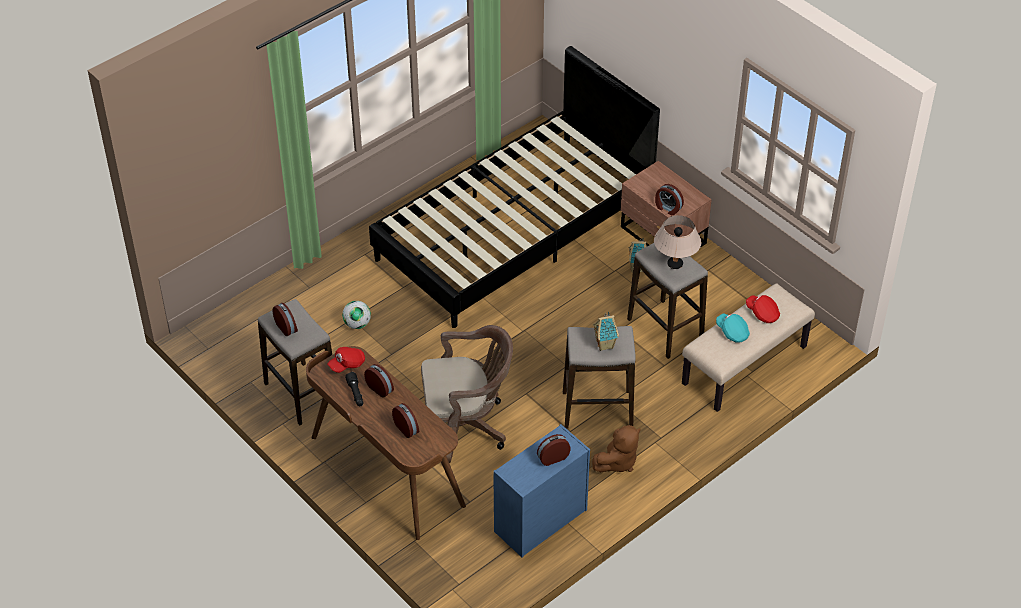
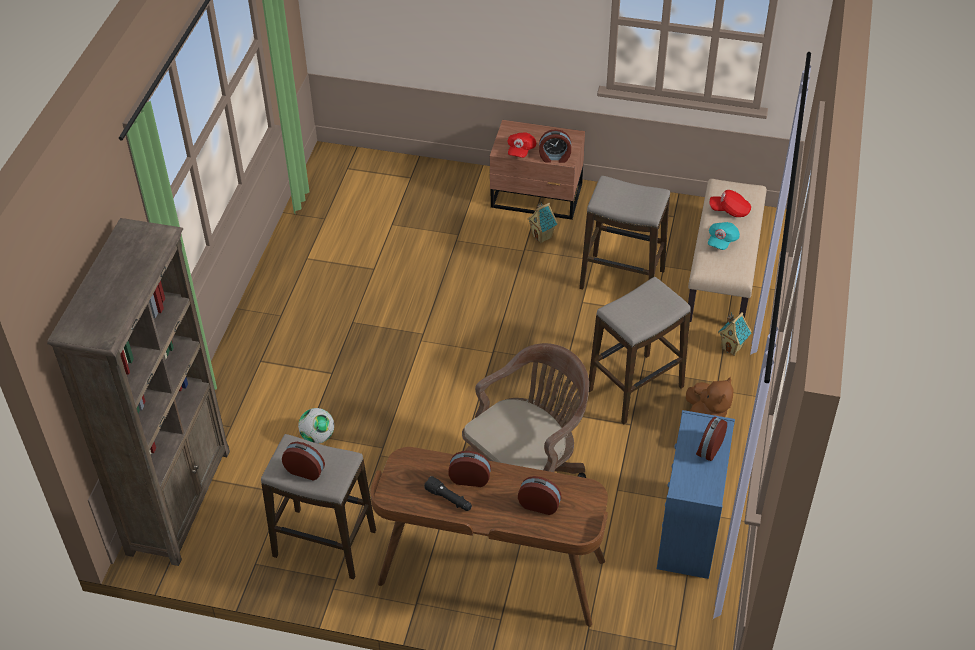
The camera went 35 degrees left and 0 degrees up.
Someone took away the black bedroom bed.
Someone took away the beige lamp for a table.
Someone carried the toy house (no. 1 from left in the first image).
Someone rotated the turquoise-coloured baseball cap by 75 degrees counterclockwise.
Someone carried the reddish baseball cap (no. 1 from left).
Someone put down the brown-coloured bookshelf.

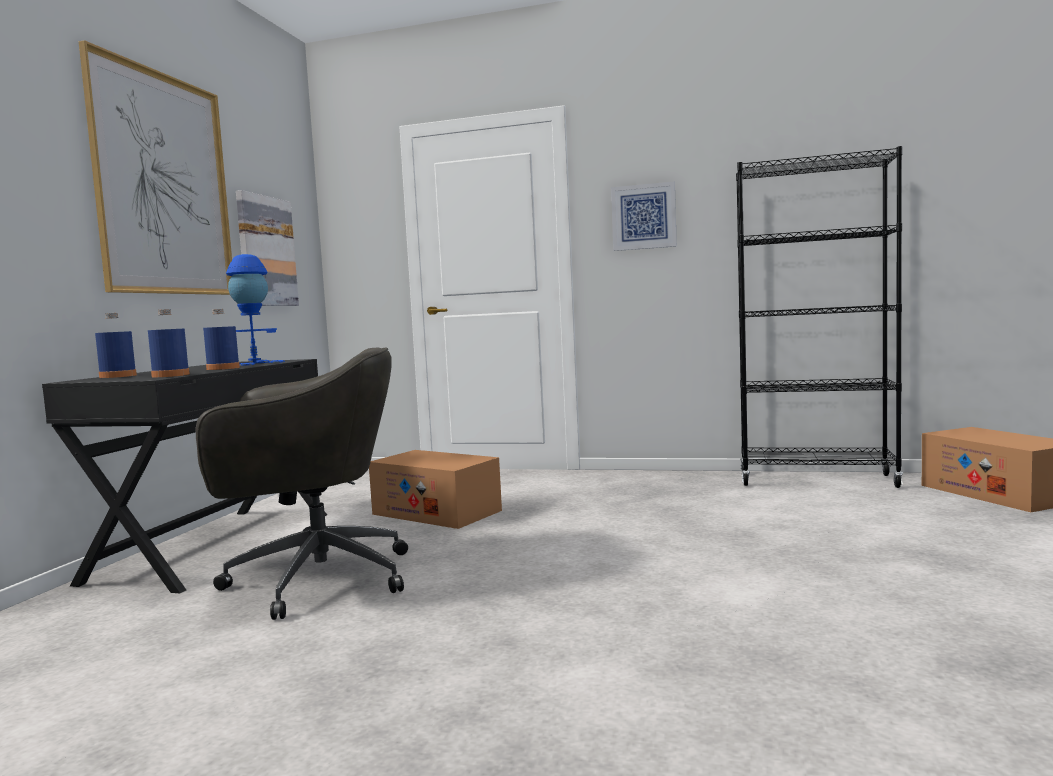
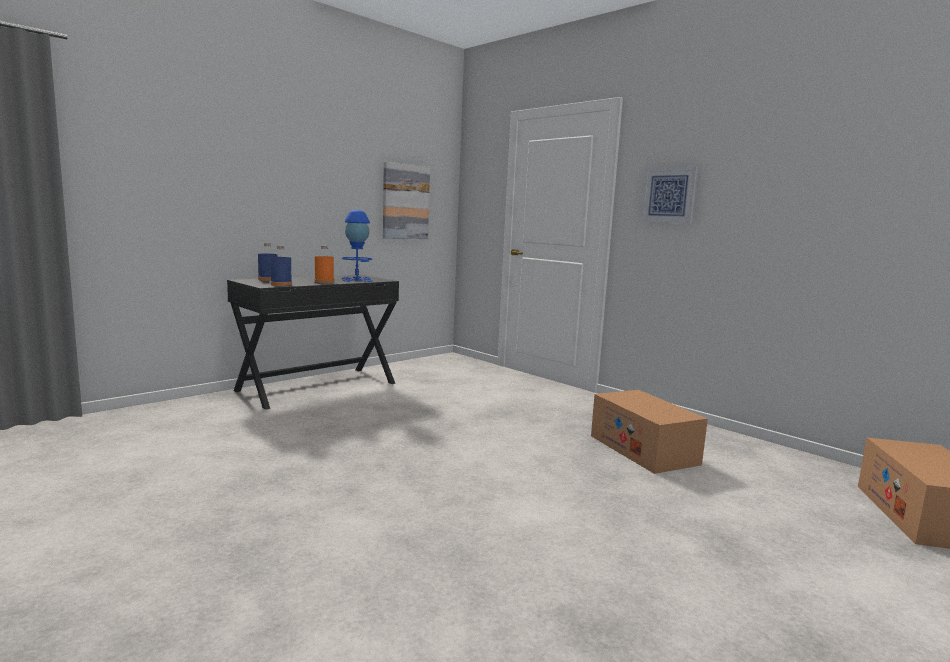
The camera went 30 degrees right and 5 degrees up.
Someone took away the picture (no. 1 from left).
Someone took away the black bookshelf.
Someone repainted the bluish beverage bottle (no. 3 from left), which became the orange-coloured beverage bottle.
Someone took away the greyish computer chair.
Someone carried the cardboard box (no. 1 from left).

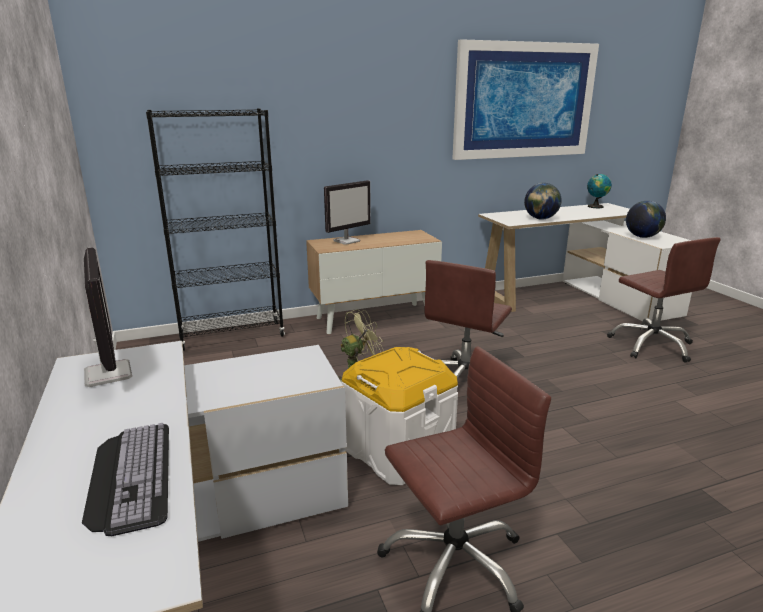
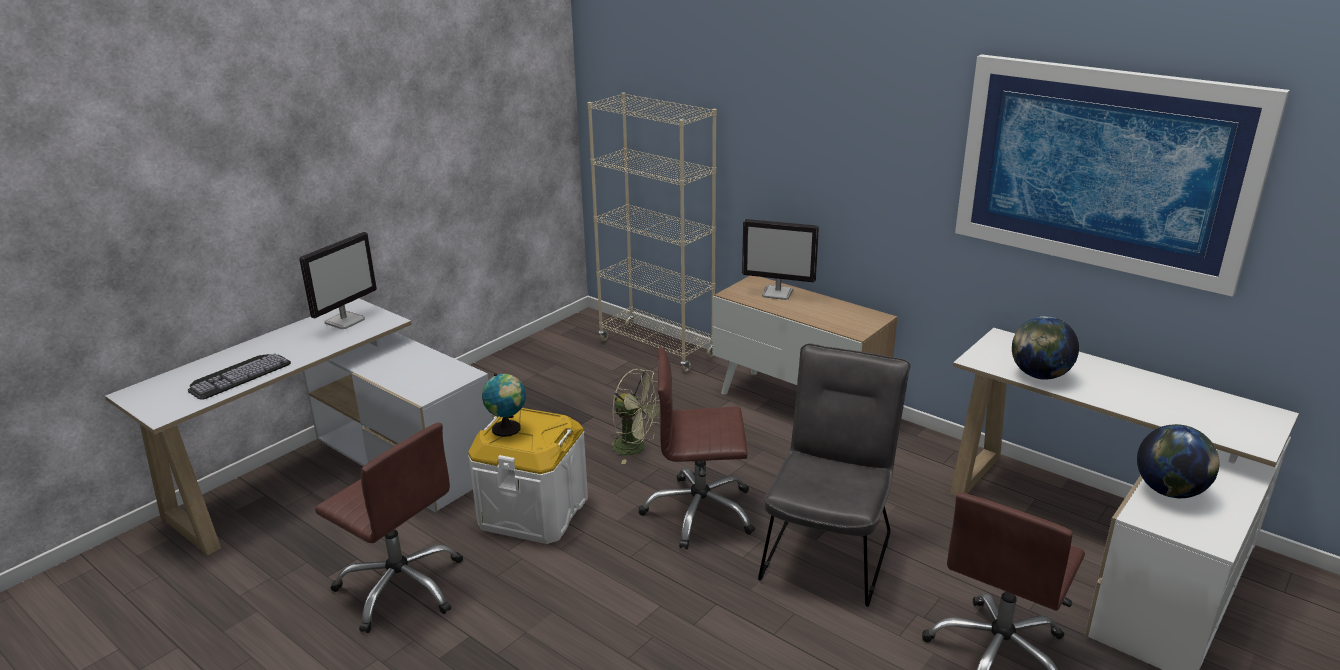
The camera went 60 degrees right and 5 degrees up.
Someone repainted the black bookshelf, which became the beige bookshelf.
Someone carried the desk globe (no. 2 from left in the first image).
Someone put down the greyish plain chair.

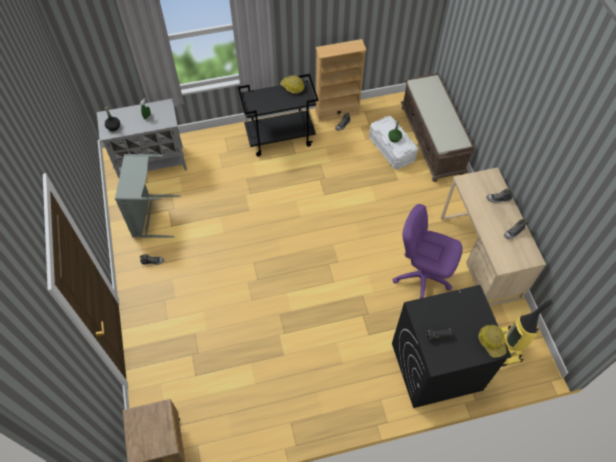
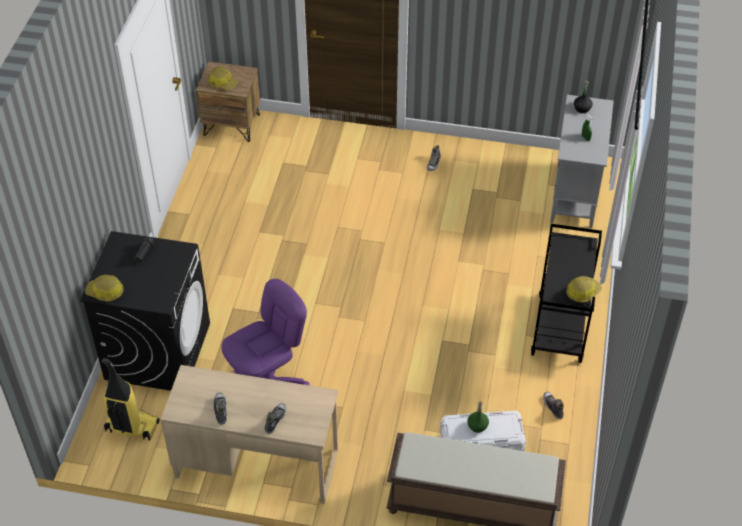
The camera went 115 degrees right and 10 degrees down.
Someone took away the beige bookshelf.
Someone took away the greyish laundry basket.
Someone put down the hard hat (no. 2 from left).

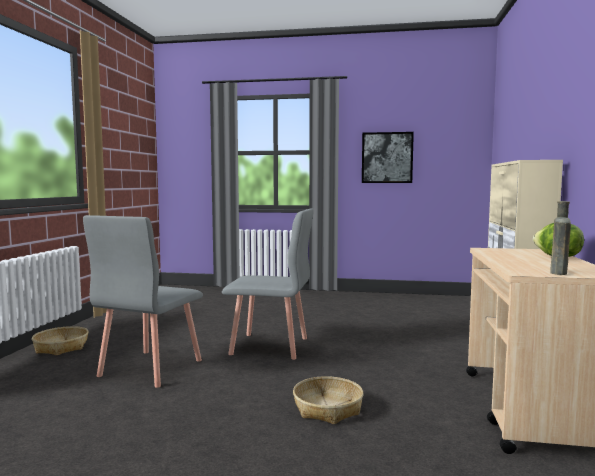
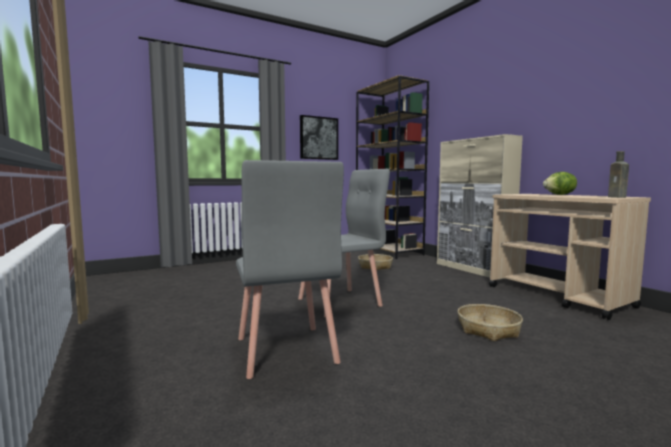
The camera went 40 degrees left and 0 degrees up.
Someone carried the household basket (no. 1 from left).
Someone put down the brown-coloured bookshelf.

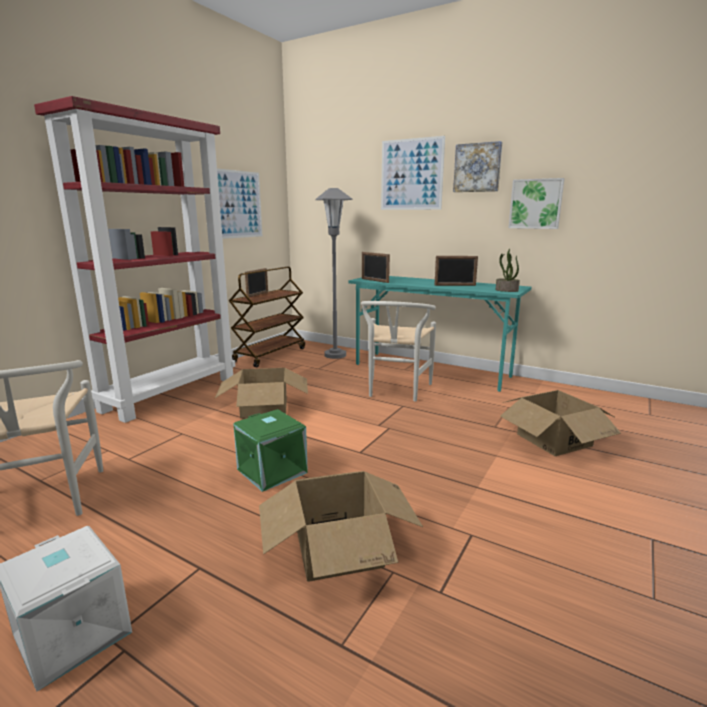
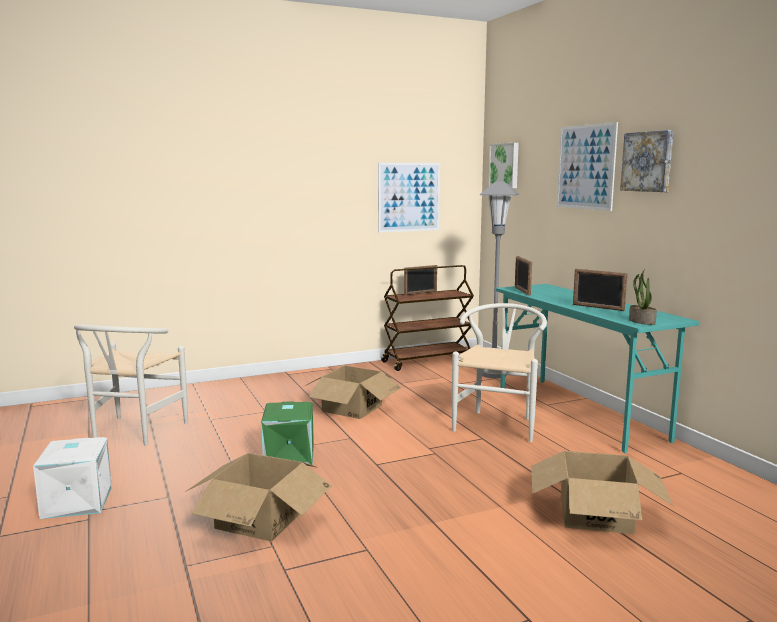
The camera went 35 degrees right and 5 degrees down.
Someone took away the reddish bookshelf.
Someone carried the picture (no. 4 from left in the first image).
Someone rotated the white-coloured plain chair (no. 2 from left) by 150 degrees clockwise.

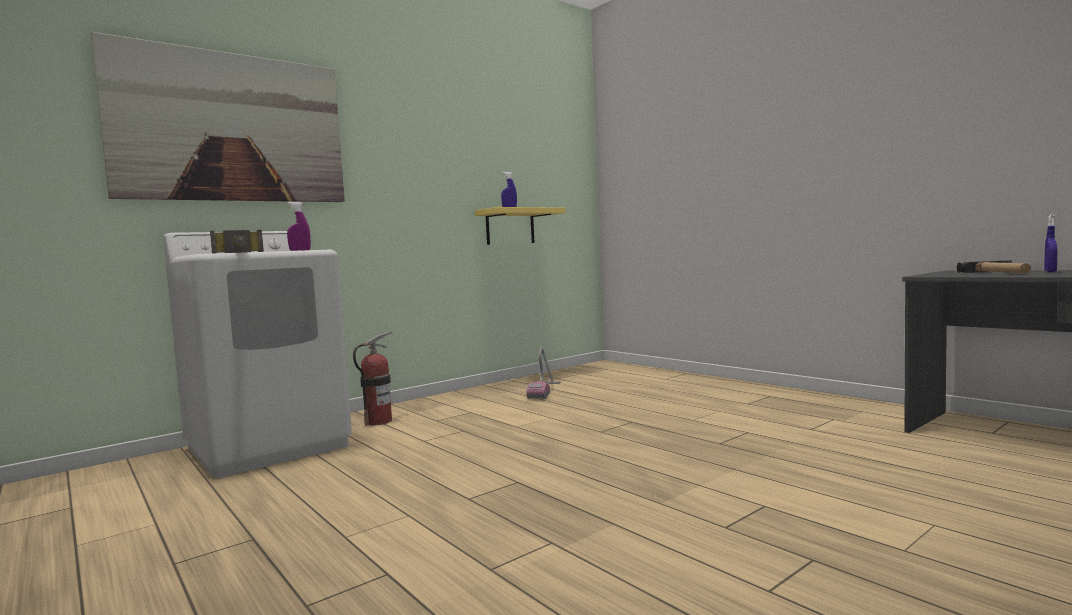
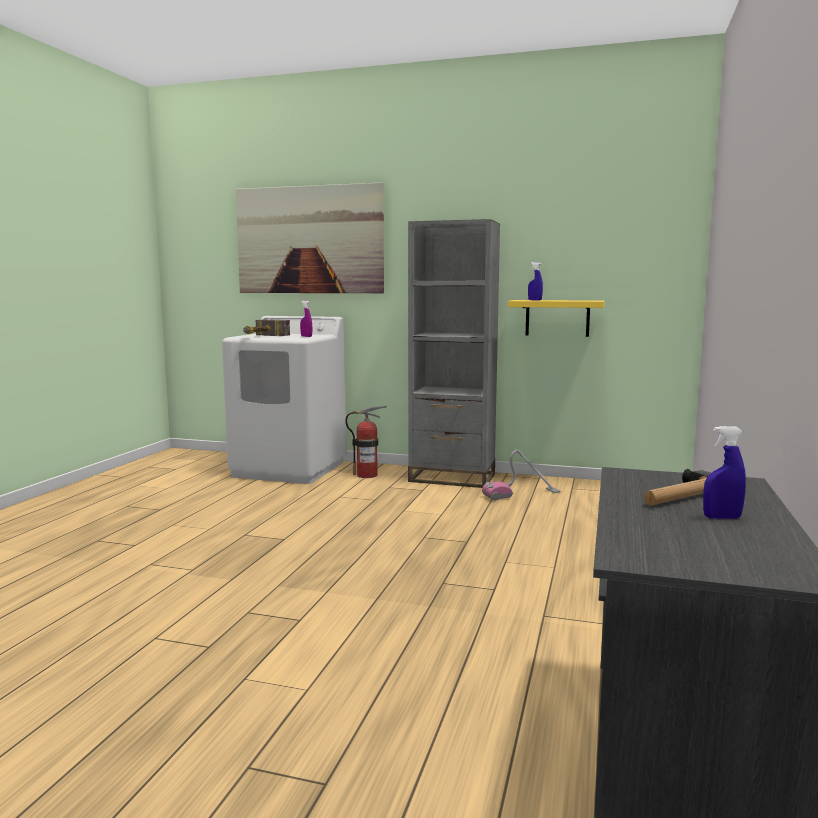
The camera went 55 degrees right and 5 degrees up.
Someone put down the greyish bookshelf.

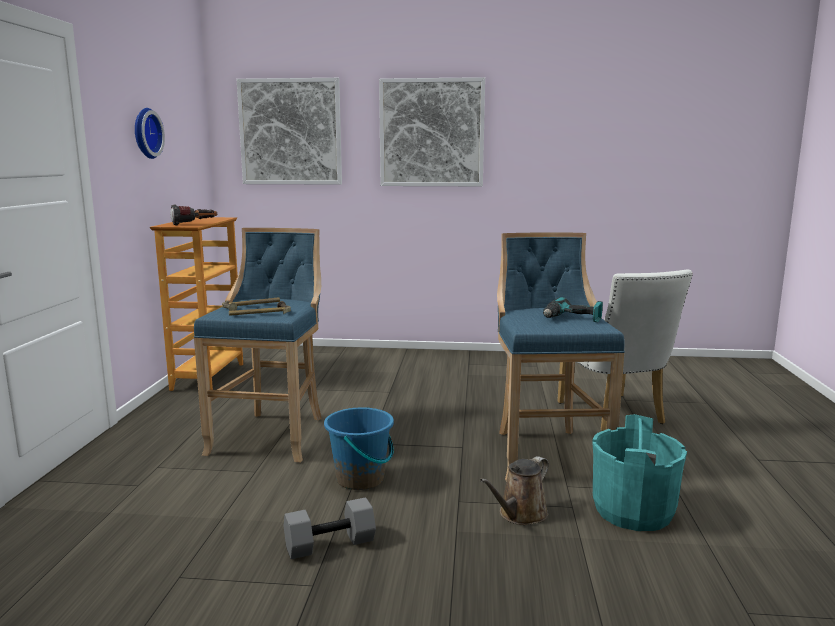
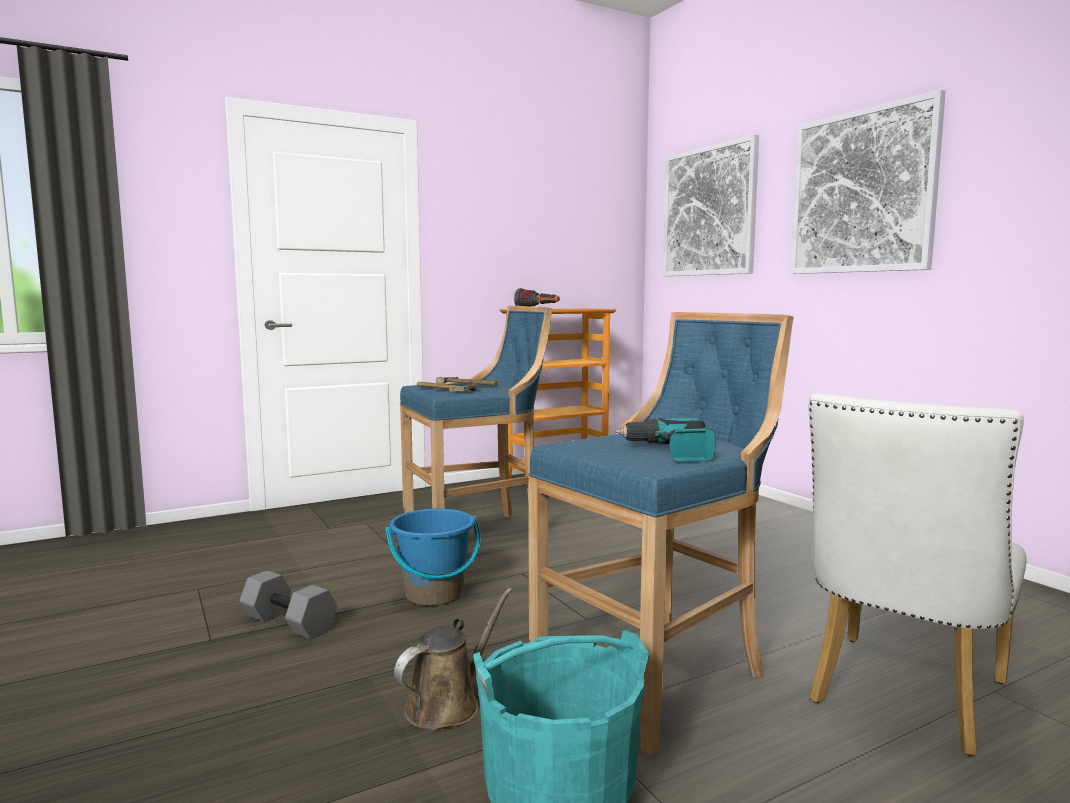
The camera went 55 degrees right and 5 degrees down.
Someone took away the wall clock.
Someone rotated the brown-coloured watering can by 120 degrees clockwise.

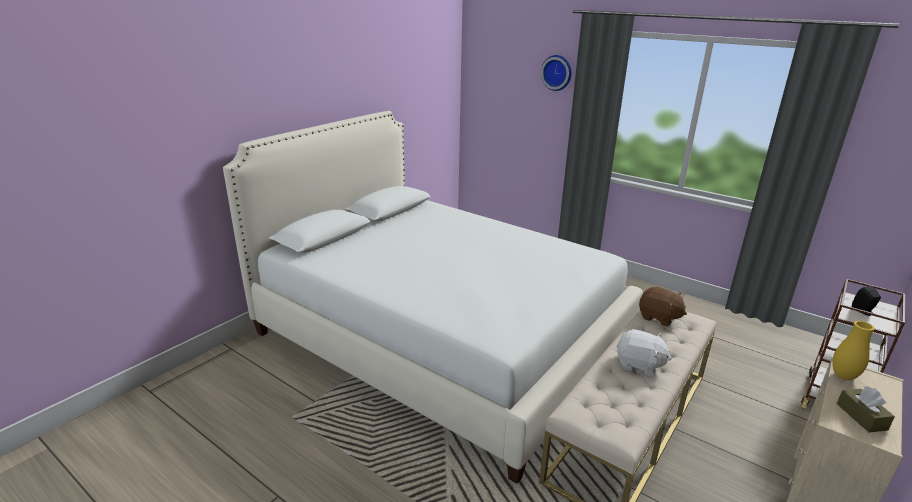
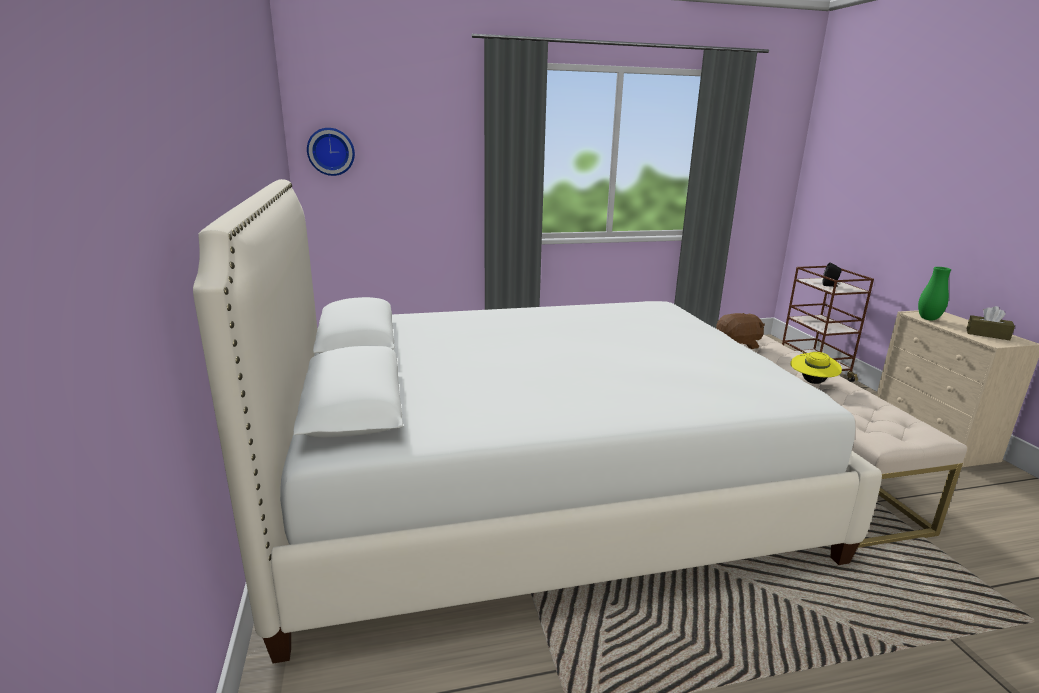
The camera went 50 degrees left and 5 degrees down.
Someone carried the wall clock.
Someone repainted the yellow decorative vase, which became the green decorative vase.
Someone swapped the white-coloured cuddly toy for the yellow clothing hat.

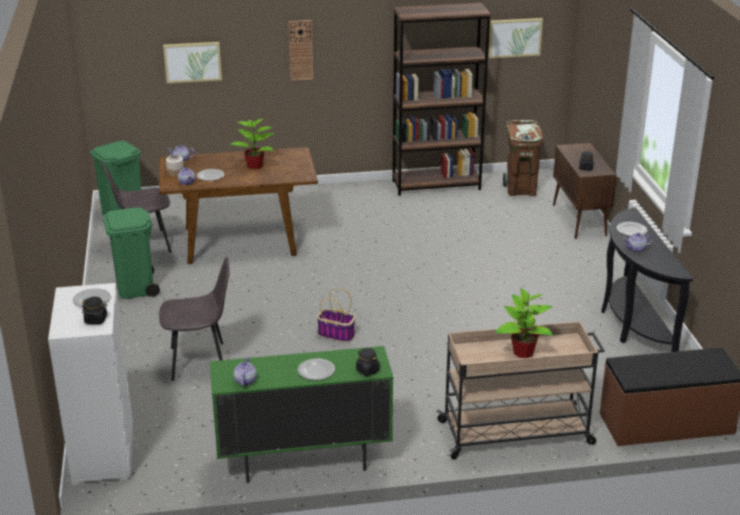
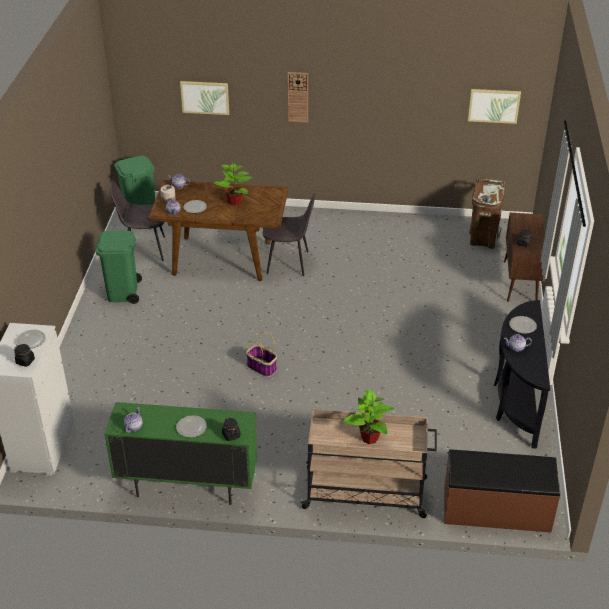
The camera went 15 degrees right and 10 degrees up.
Someone took away the brown-coloured bookshelf.
Someone carried the greyish plain chair (no. 2 from left).

